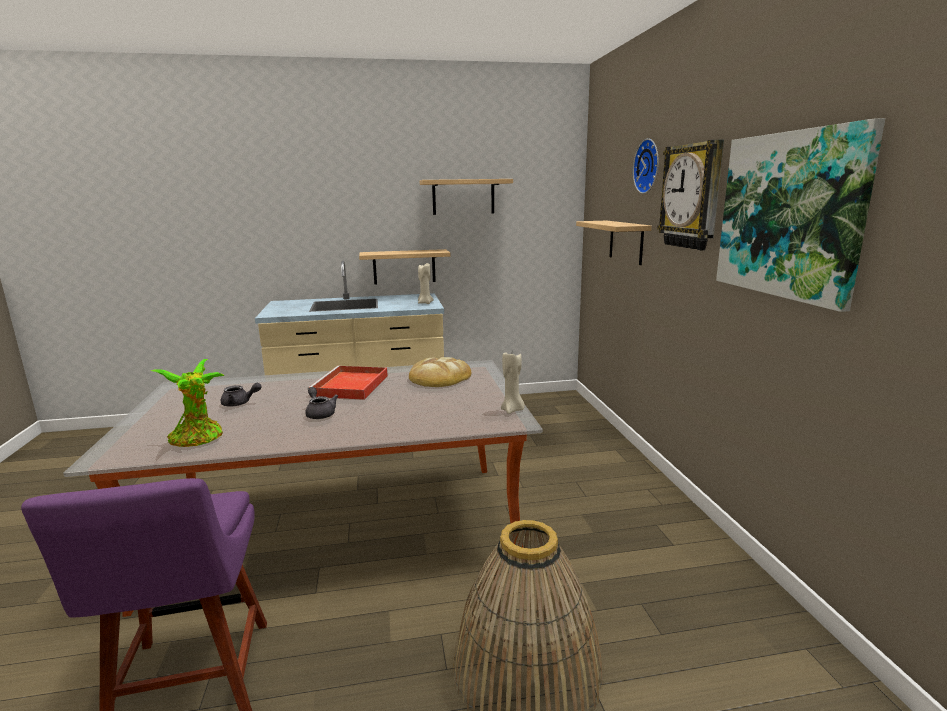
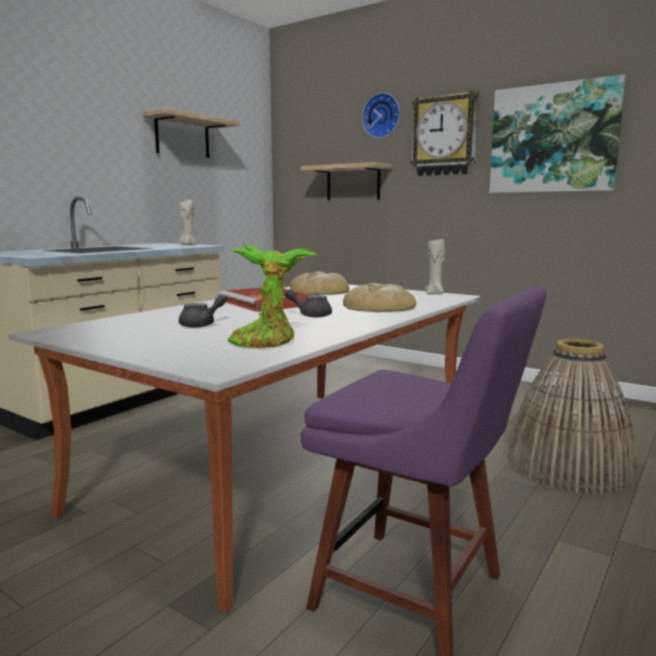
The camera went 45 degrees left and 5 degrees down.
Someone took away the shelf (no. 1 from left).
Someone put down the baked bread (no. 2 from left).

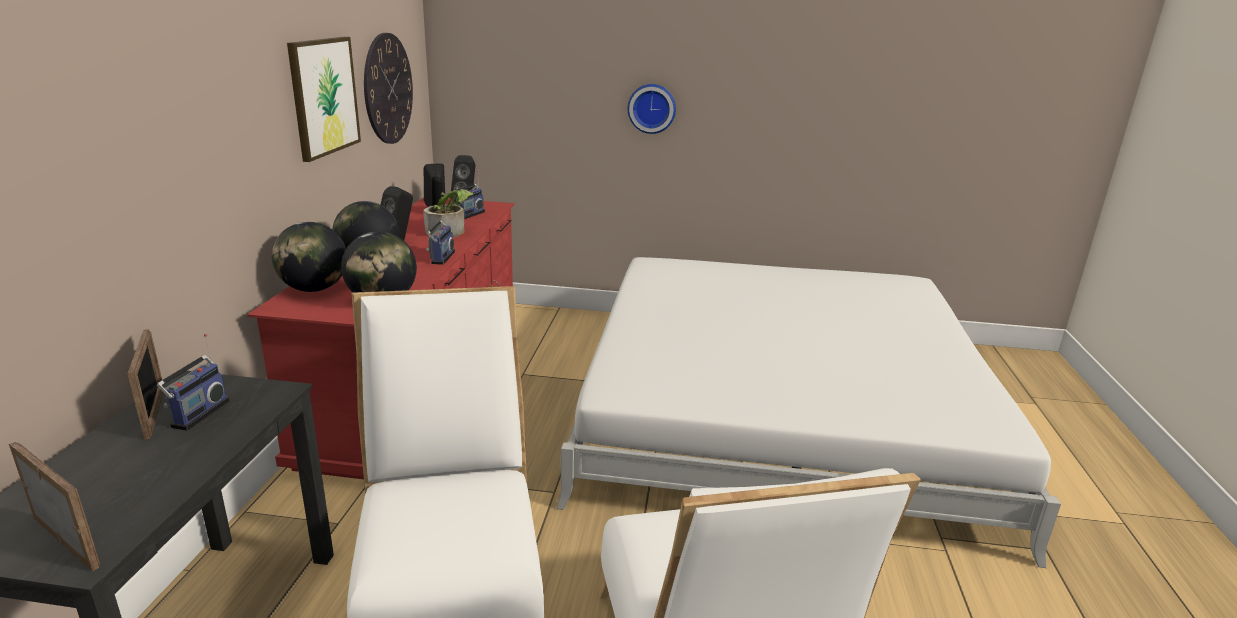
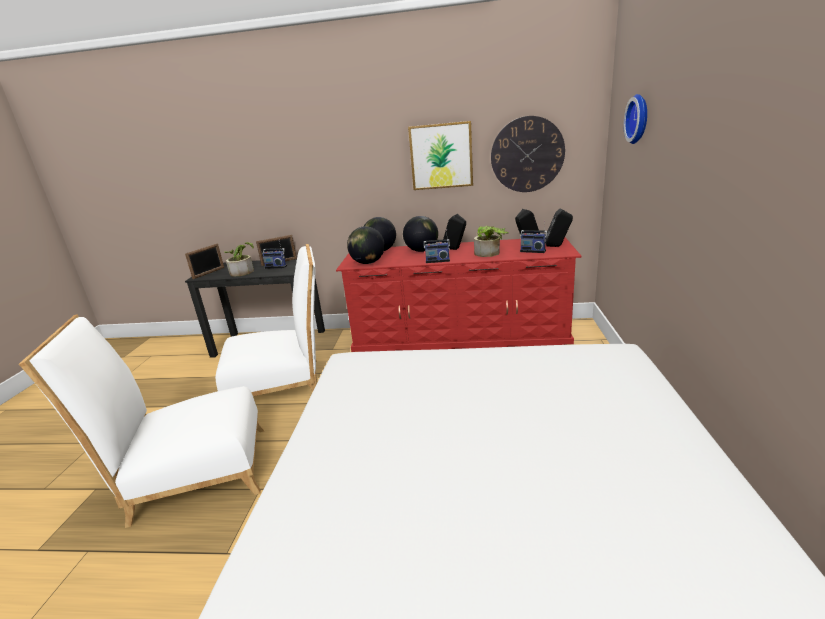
The camera went 90 degrees right and 0 degrees up.
Someone carried the wall clock (no. 2 from left).
Someone put down the plant in a pot (no. 1 from left).

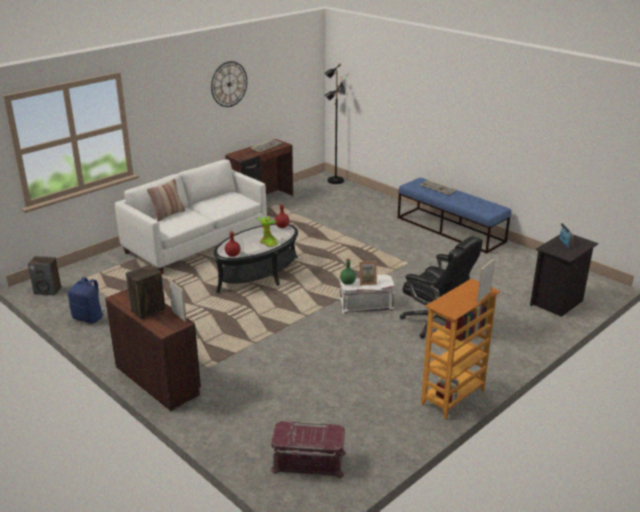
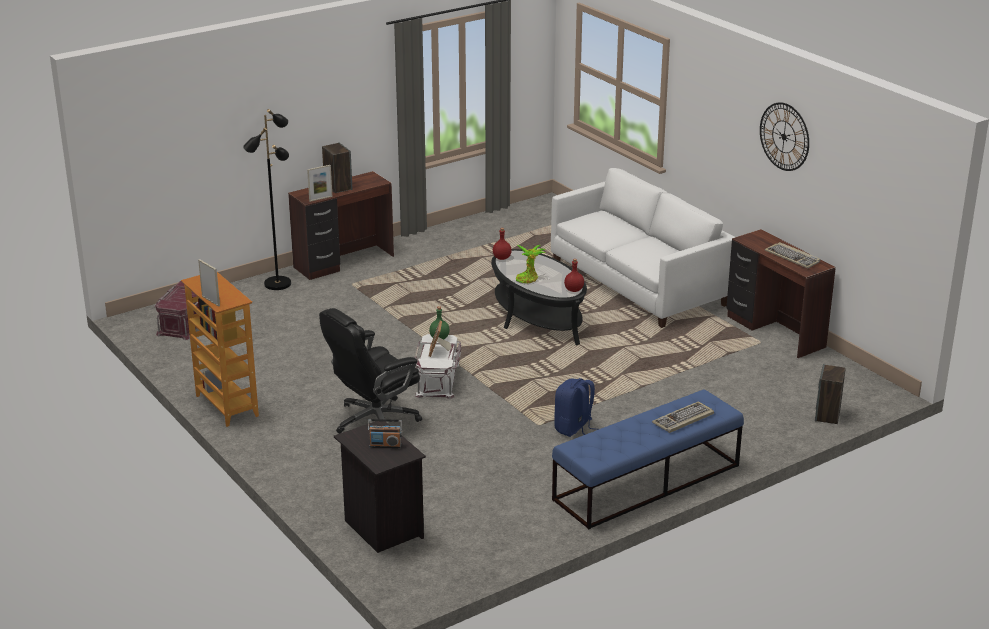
The camera went 100 degrees right and 0 degrees up.
Someone carried the black floor lamp.
Someone took away the throw pillow.
Someone carried the loudspeaker (no. 1 from left in the first image).
Someone carried the bluish rucksack.

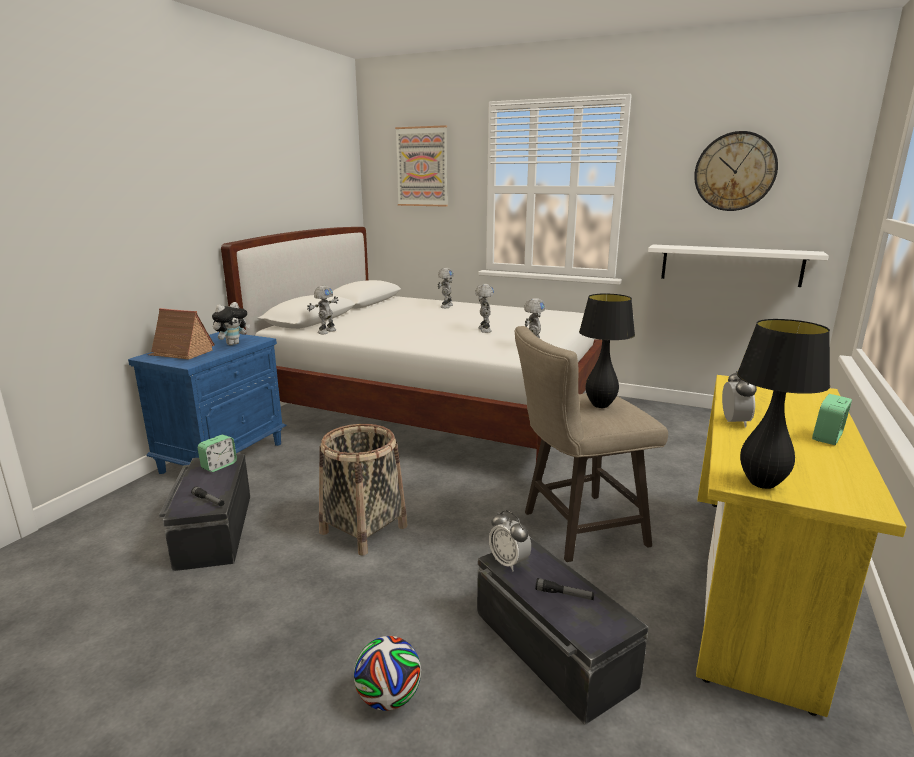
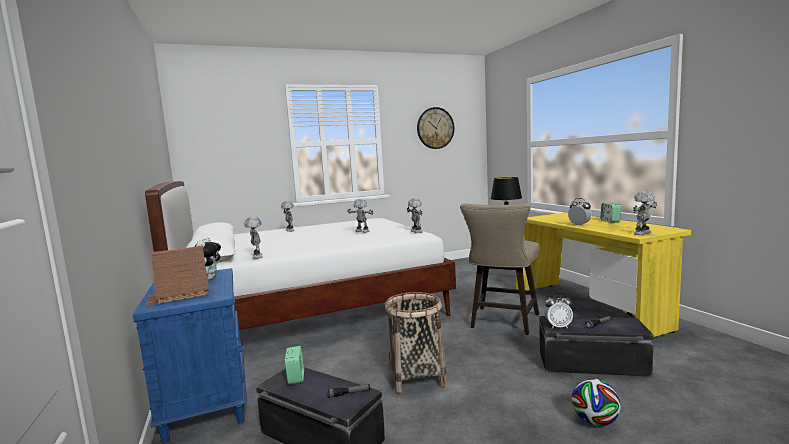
The camera went 45 degrees left and 10 degrees down.
Someone took away the picture.
Someone took away the white-coloured shelf.
Someone swapped the black lamp for a table (no. 2 from left) for the toy robot (no. 5 from left).

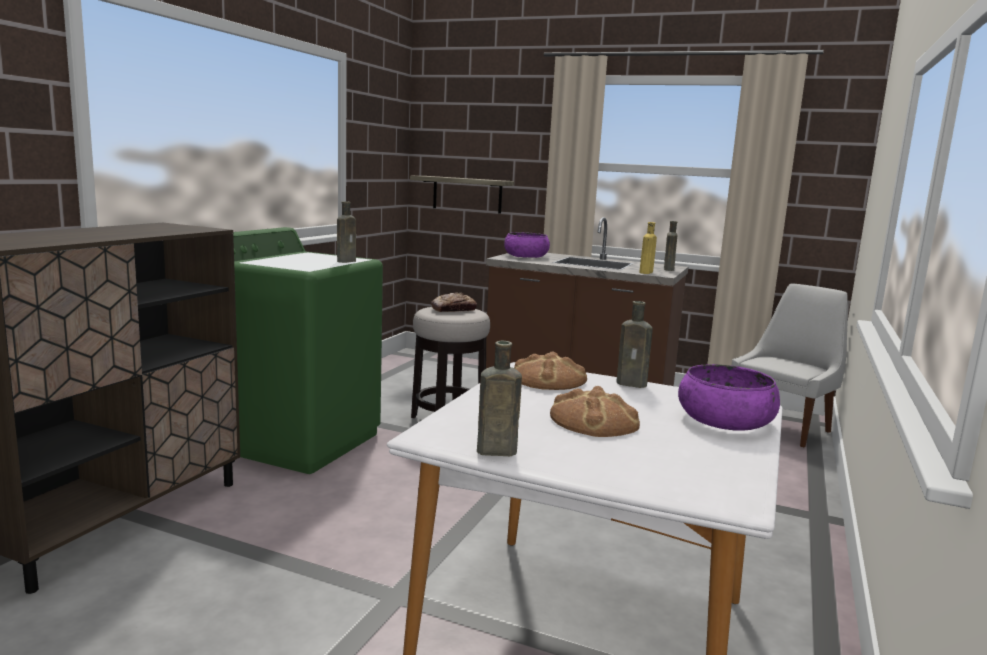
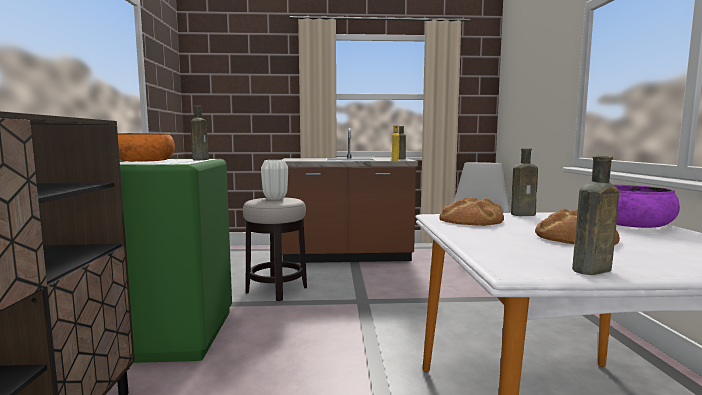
The camera went 25 degrees left and 5 degrees down.
Someone took away the shelf.
Someone took away the purple serving bowl (no. 1 from left).
Someone swapped the baked bread (no. 1 from left) for the white-coloured decorative vase.
Someone put down the orange-coloured serving bowl.

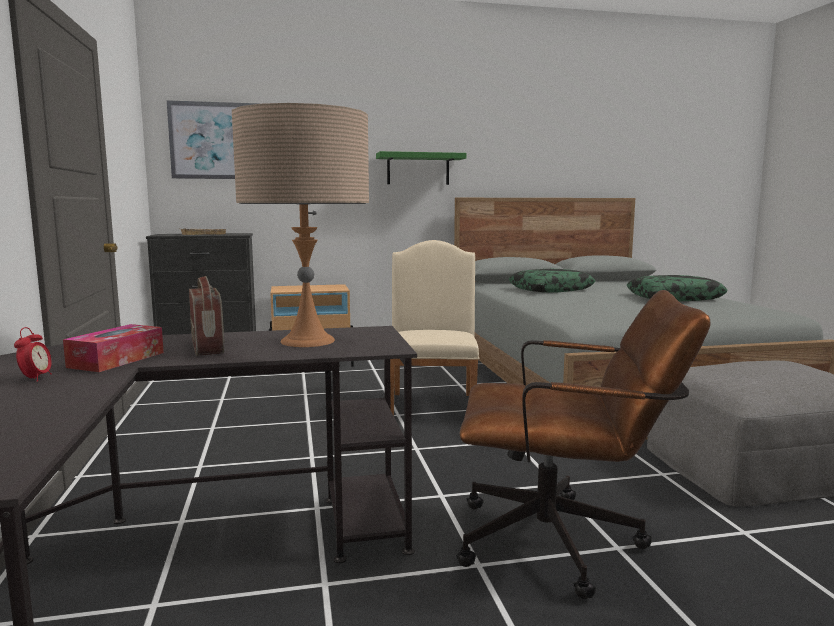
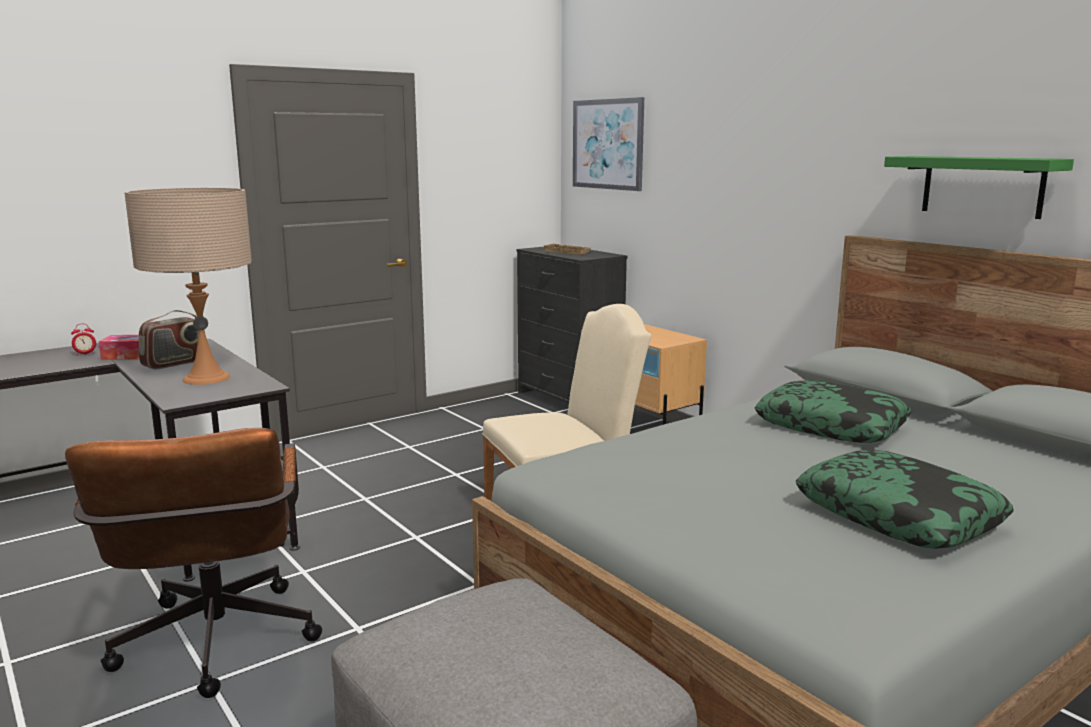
The camera went 65 degrees right and 5 degrees up.
Someone carried the green shelf.

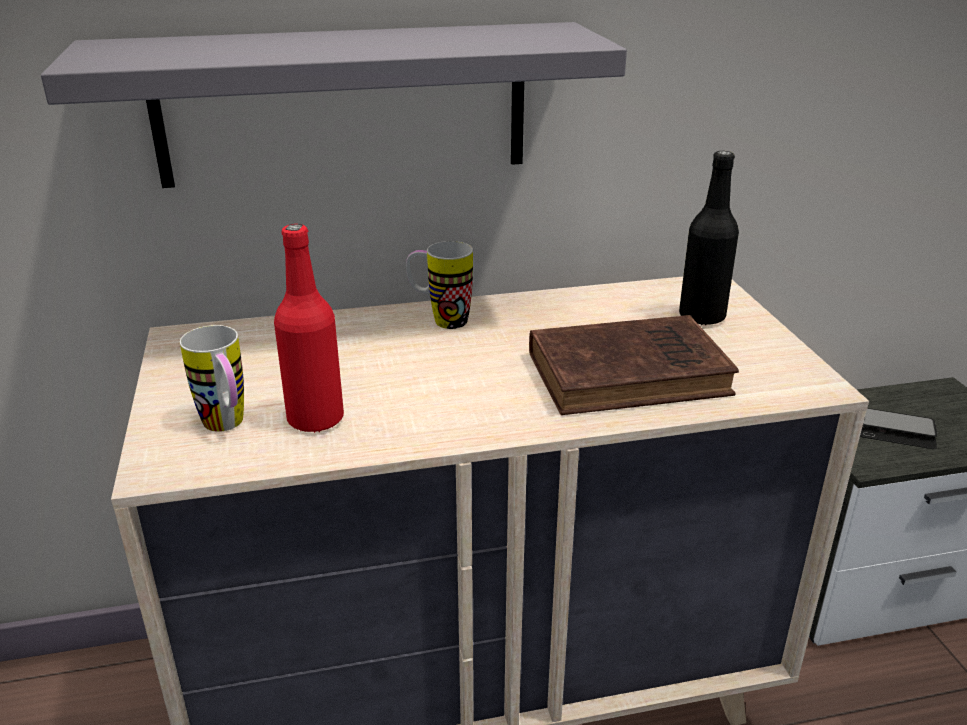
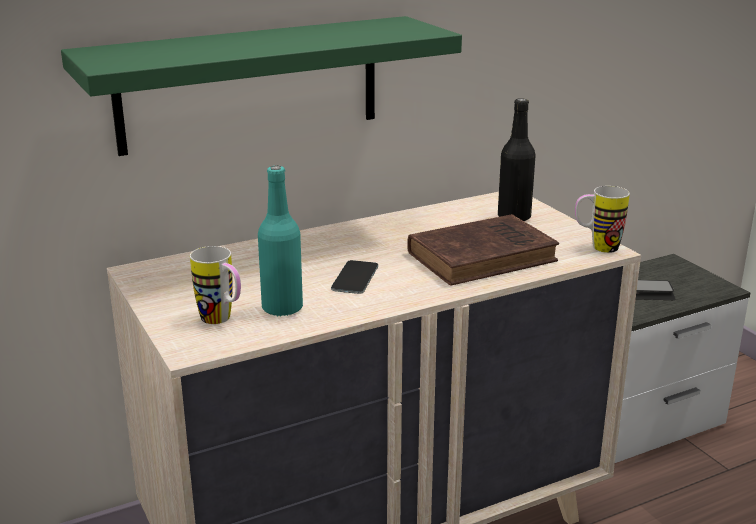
The camera went 15 degrees left and 5 degrees down.
Someone repainted the greyish shelf, which became the green shelf.
Someone repainted the reddish beverage bottle, which became the turquoise-coloured beverage bottle.
Someone carried the tea mug (no. 2 from left).
Someone put down the phone (no. 1 from left).

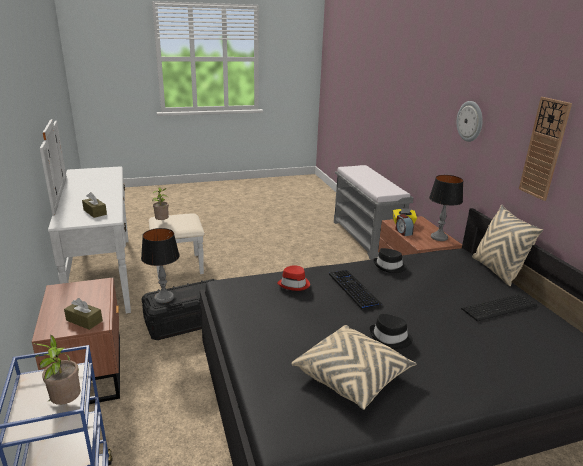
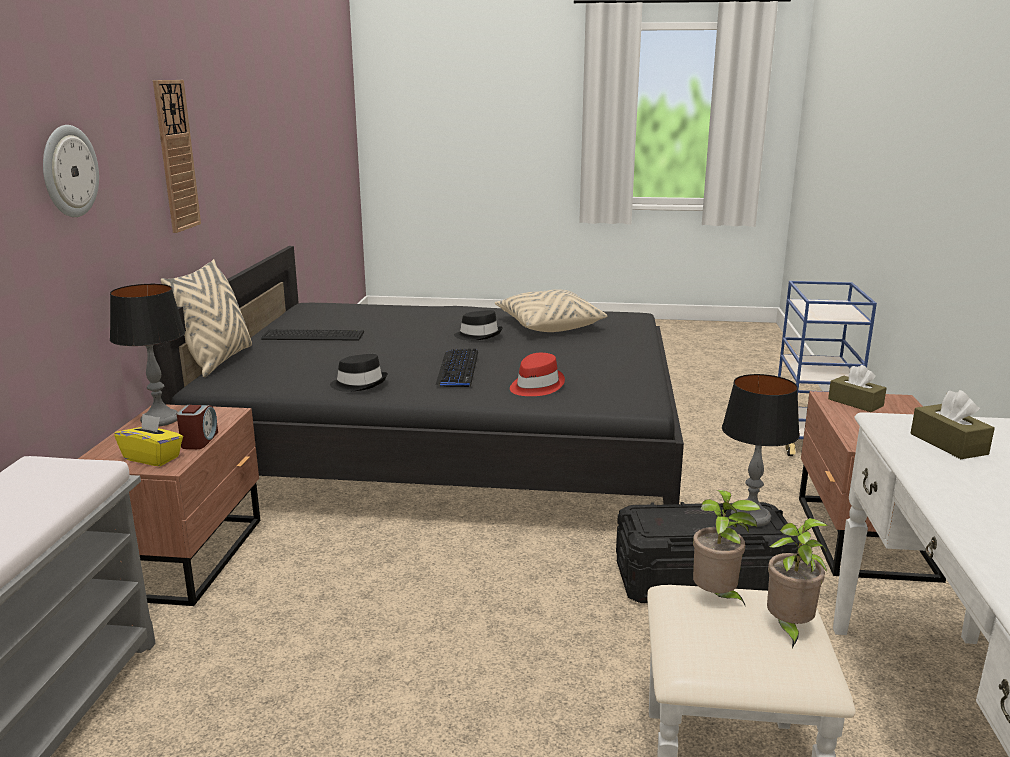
The camera went 155 degrees left and 5 degrees down.
Someone carried the plant in a pot (no. 1 from left).

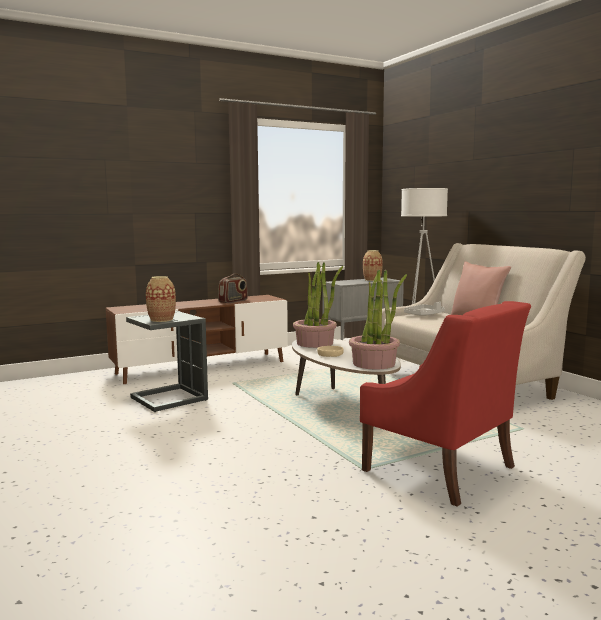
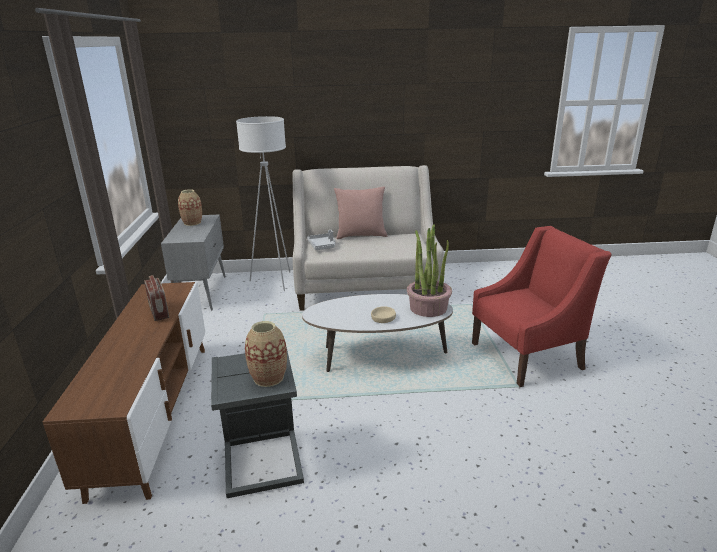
The camera went 65 degrees left and 15 degrees up.
Someone took away the plant in a pot (no. 1 from left).

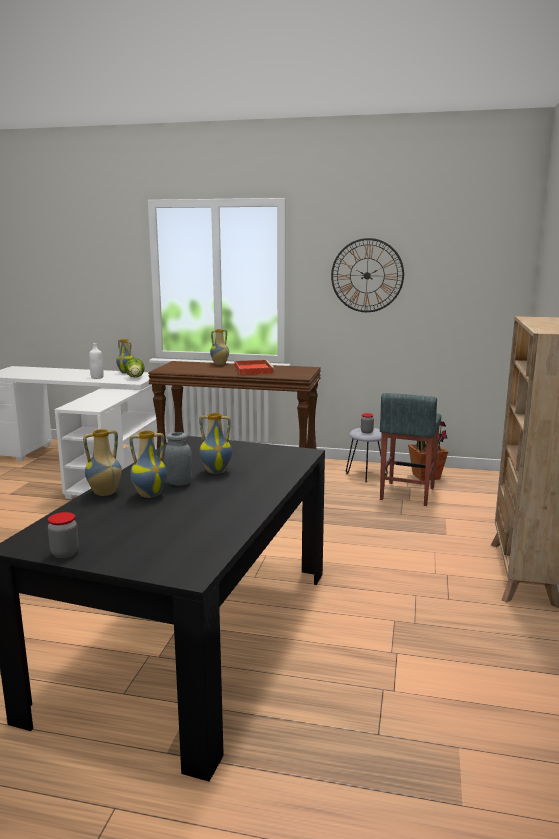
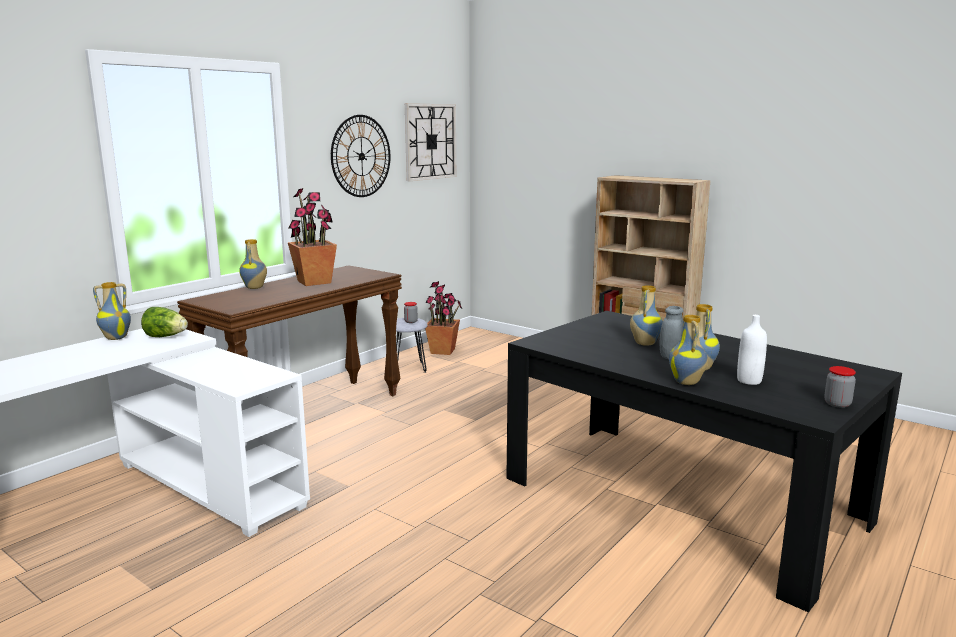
The camera went 65 degrees left and 0 degrees up.
Someone carried the white-coloured beverage bottle.
Someone swapped the reddish serving tray for the plant in a pot (no. 1 from left).
Someone took away the greyish sitting stool (no. 2 from left).
Someone put up the wall clock (no. 2 from left).

